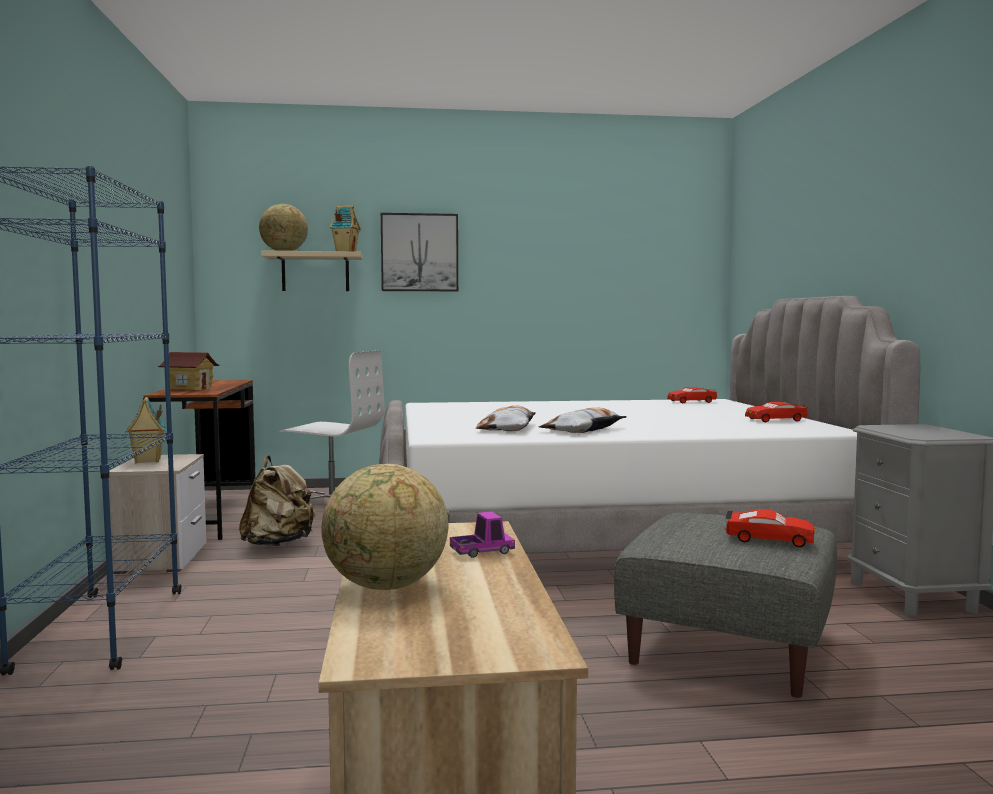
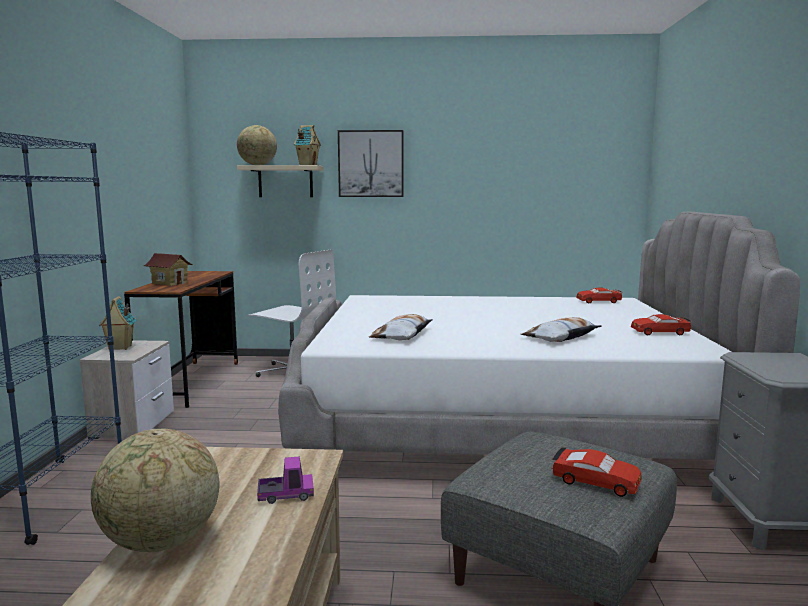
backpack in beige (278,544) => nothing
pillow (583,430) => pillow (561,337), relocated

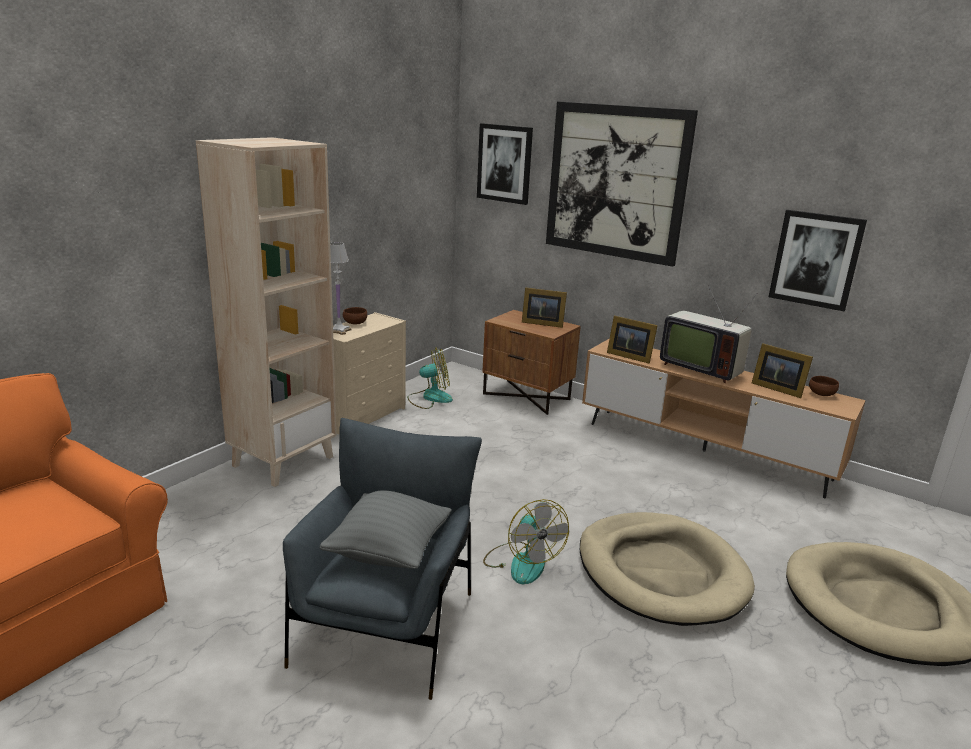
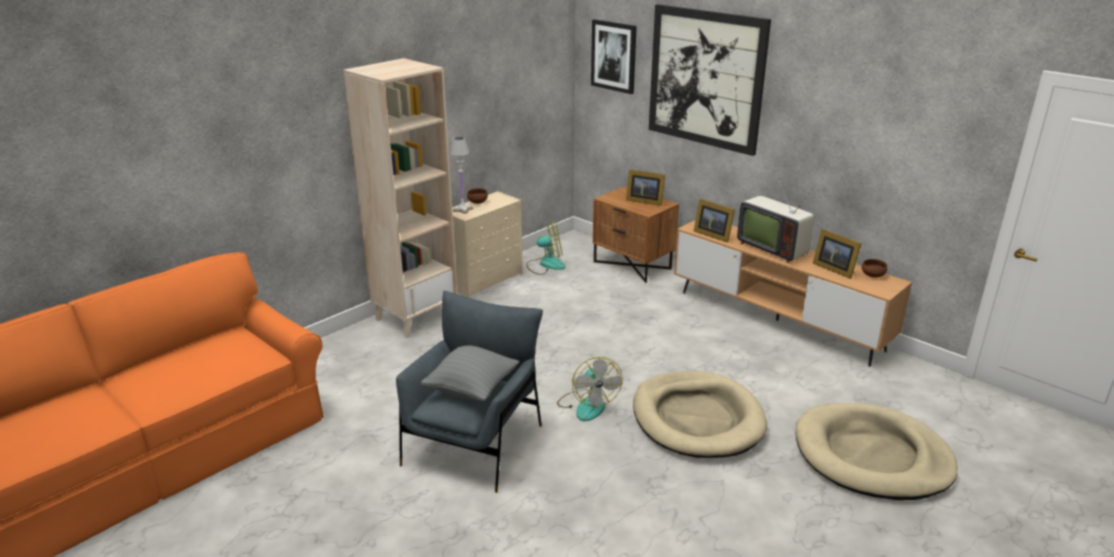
picture (816,259) => nothing

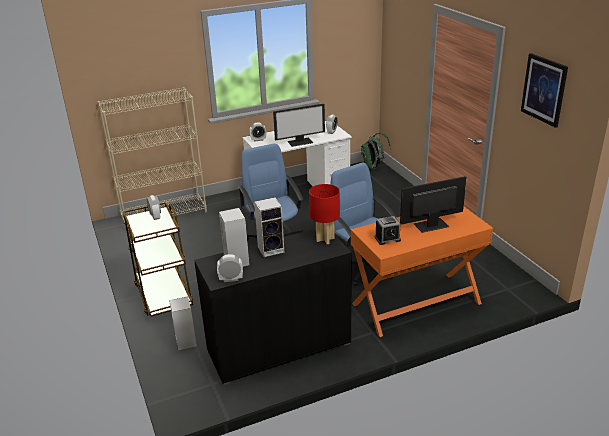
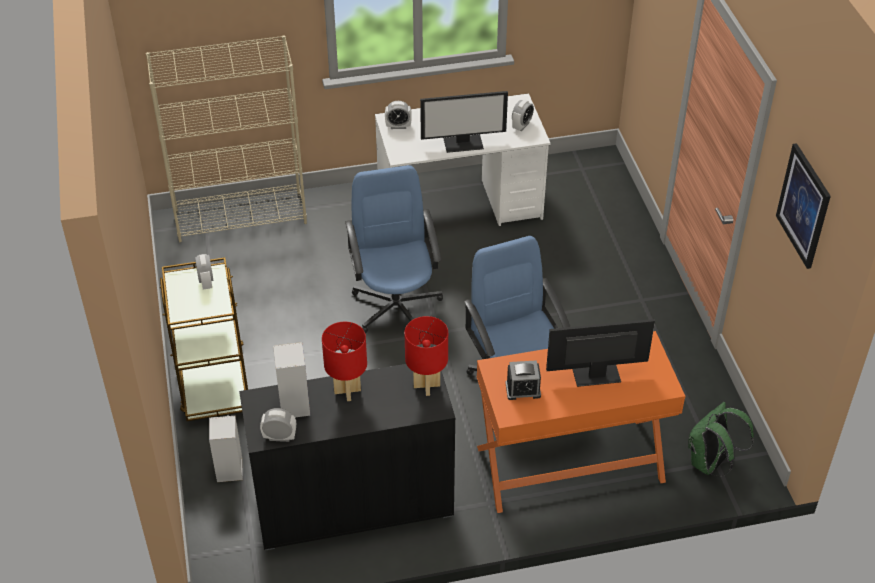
backpack in green (373,167) => backpack in green (710,463), relocated
speaker (271,249) => table lamp in red (348,391)

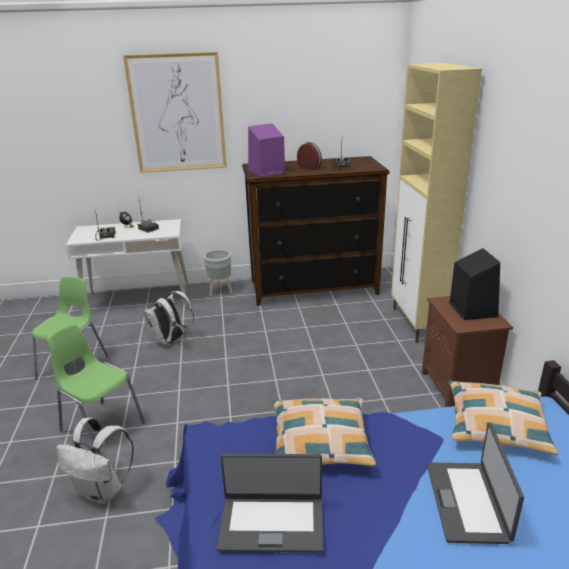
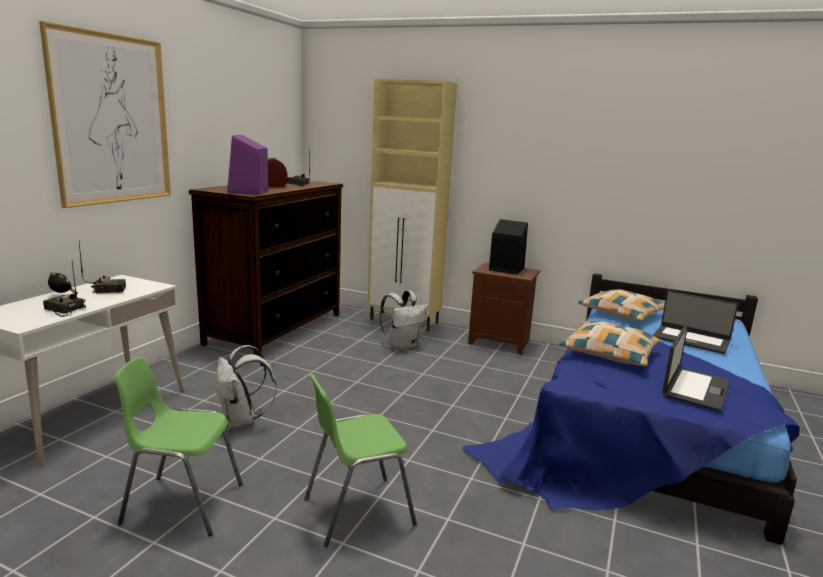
planter in grey (220,291) => nothing
backpack in white (103,491) => backpack in white (402,345), relocated
chair in green (74,367) => chair in green (182,504), 45 degrees counterclockwise

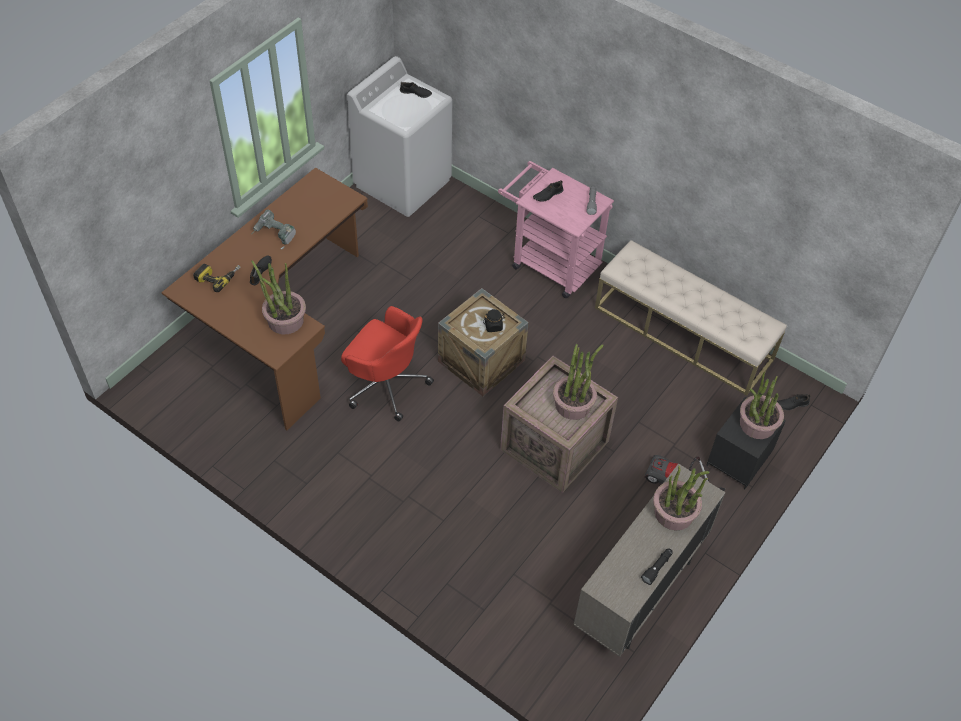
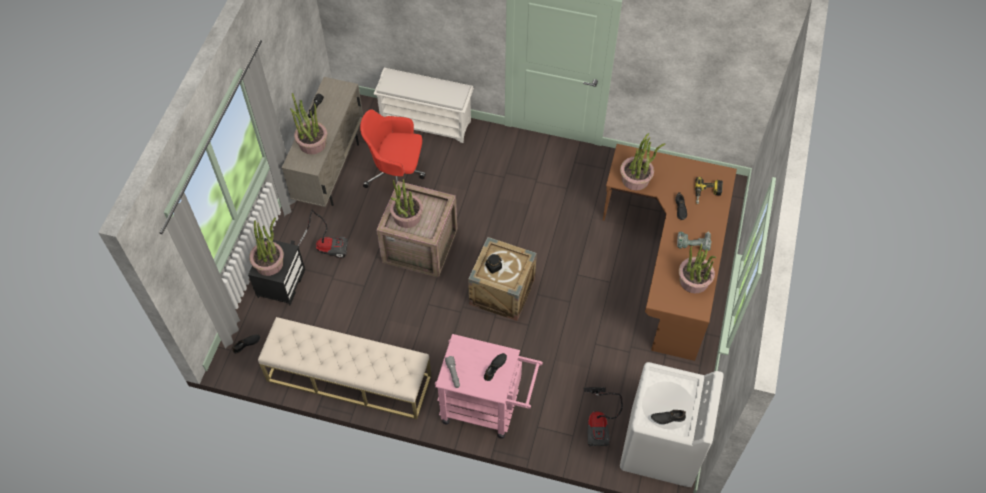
nothing => shoe rack in white (427,122)
nothing => vacuum cleaner (599,423)
nothing => potted plant (694,281)
office chair in red (386,384) => office chair in red (396,174), relocated

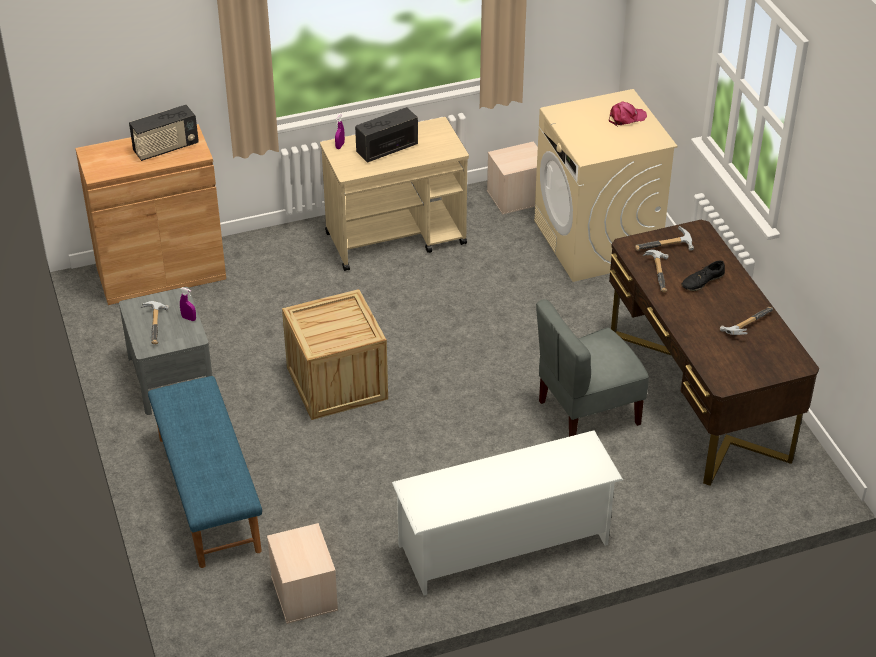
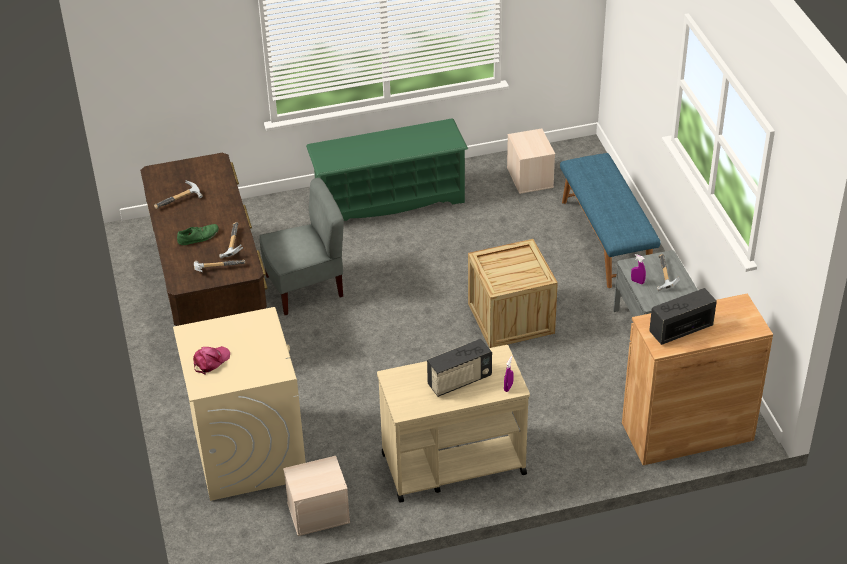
shoe rack in white (504,545) => shoe rack in green (389,200)
shoe in black (702,281) => shoe in green (198,237)
cap in pink (626,118) => cap in pink (211,361), 150 degrees clockwise

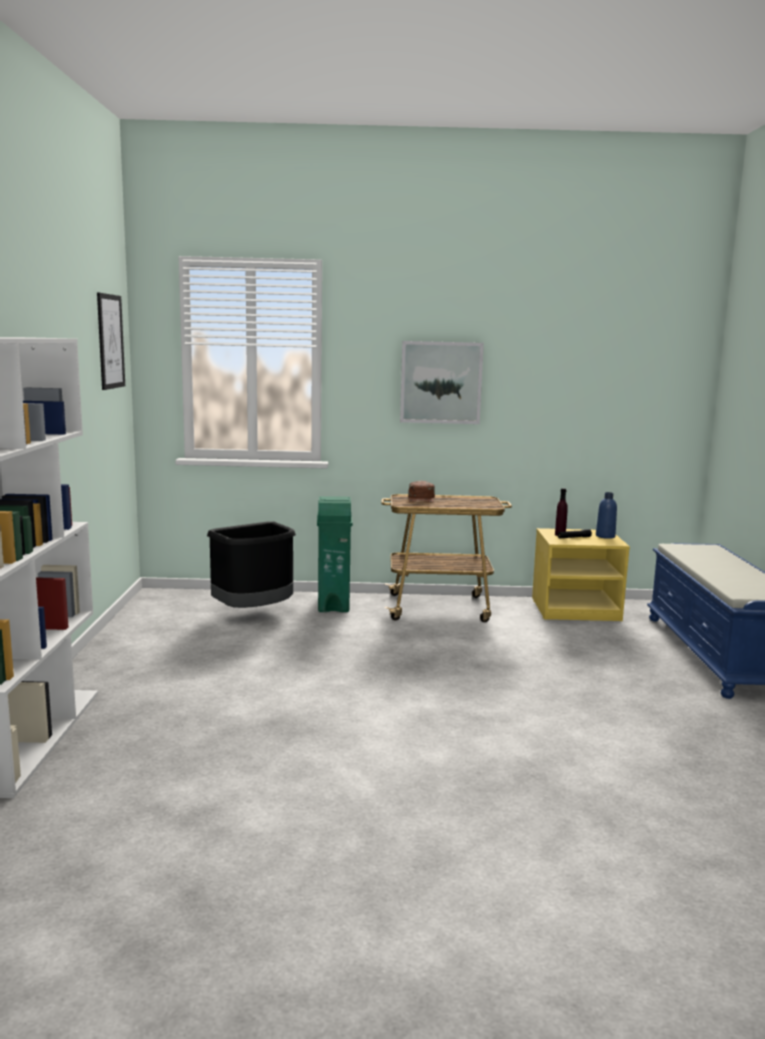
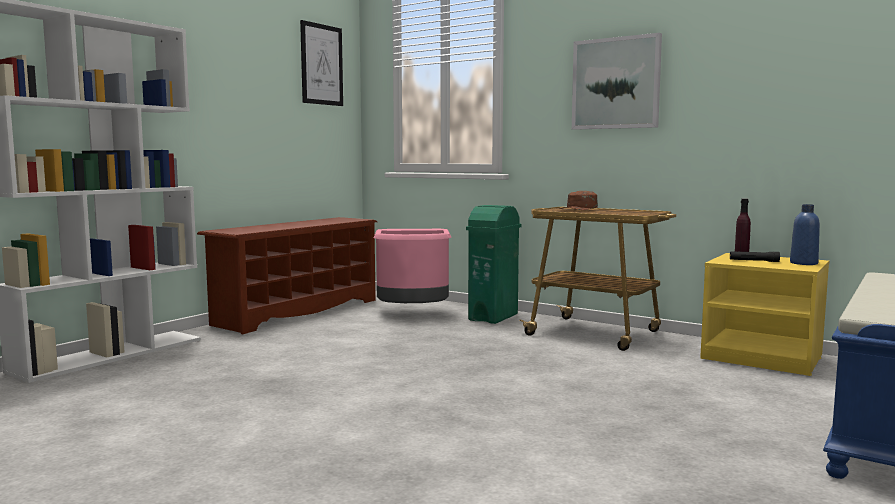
nothing => shoe rack in brown (297,312)
trash can in black (254,613) => trash can in pink (413,313)

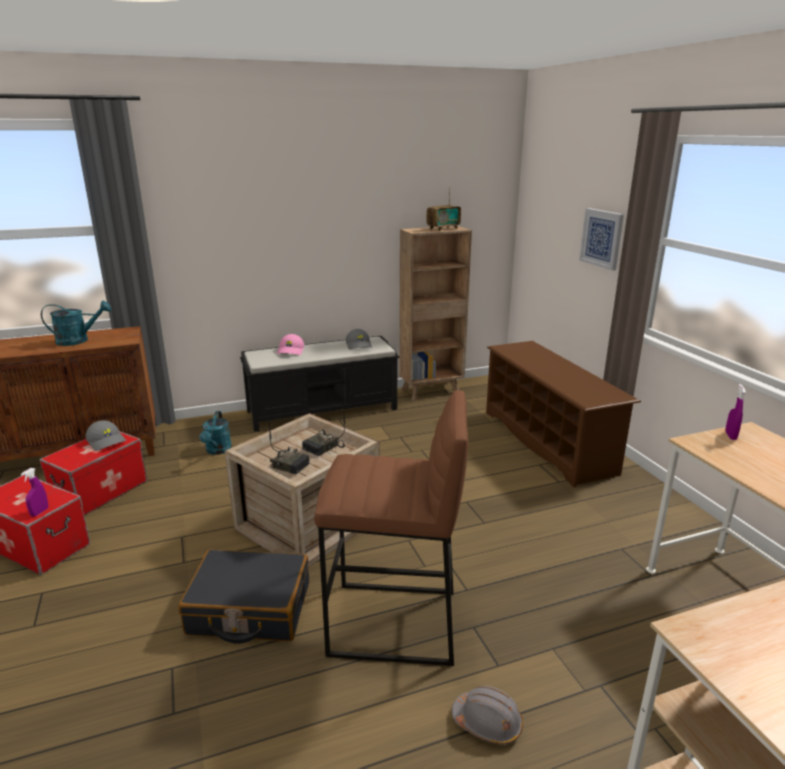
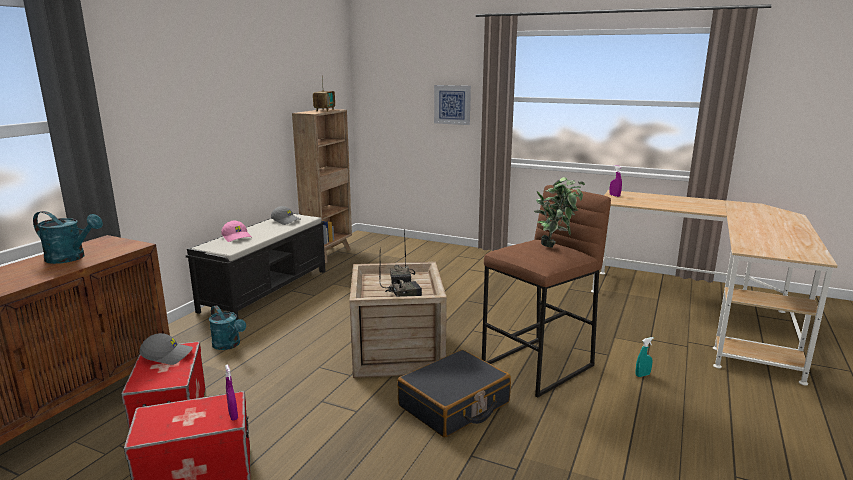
shoe rack in brown (547,441) => nothing
nothing => potted plant (556,246)
hard hat in grey (487,722) => spray bottle in turquoise (642,375)
watering can in turquoise (78,340) => watering can in turquoise (71,258), 75 degrees clockwise

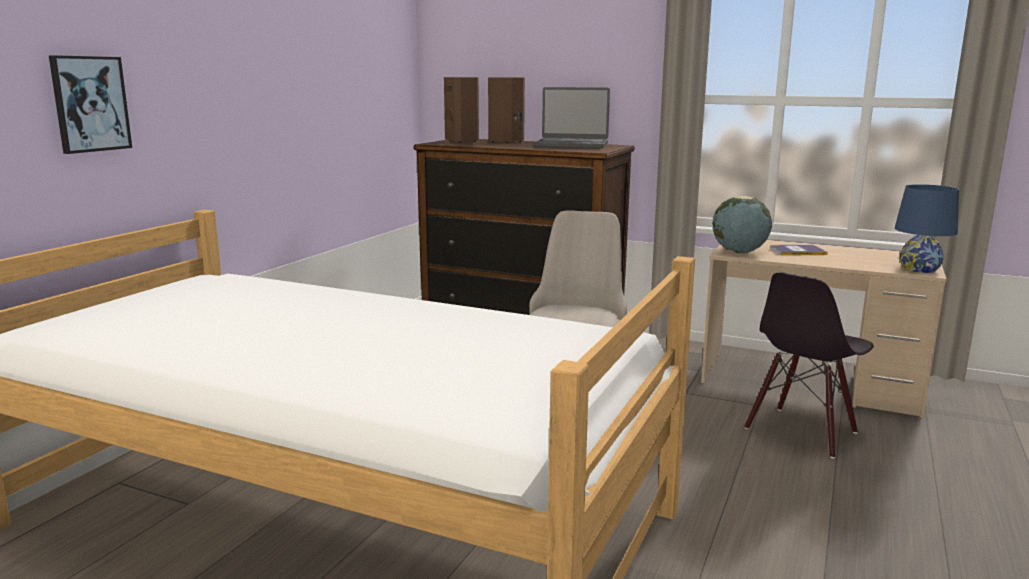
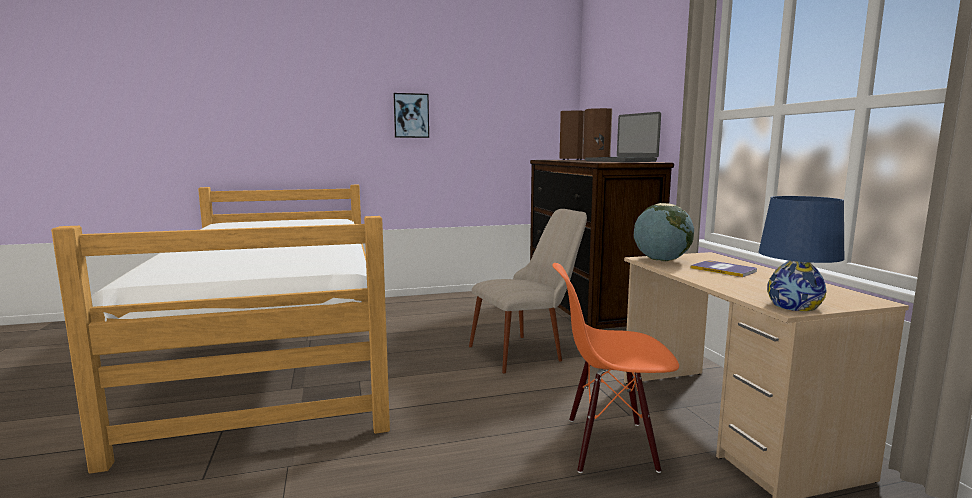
picture (90,104) => picture (411,115), relocated
chair in black (802,431) => chair in orange (609,445)

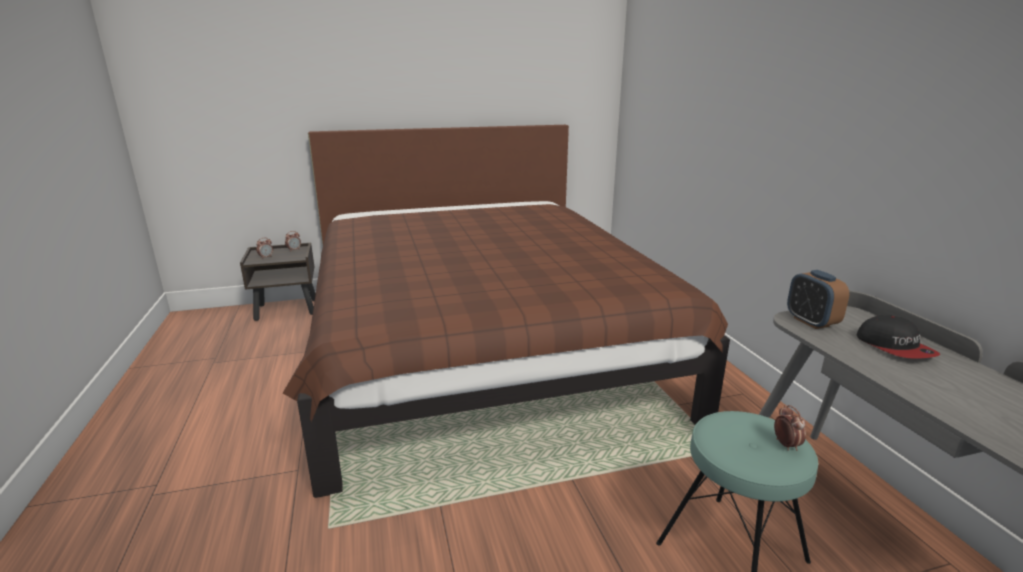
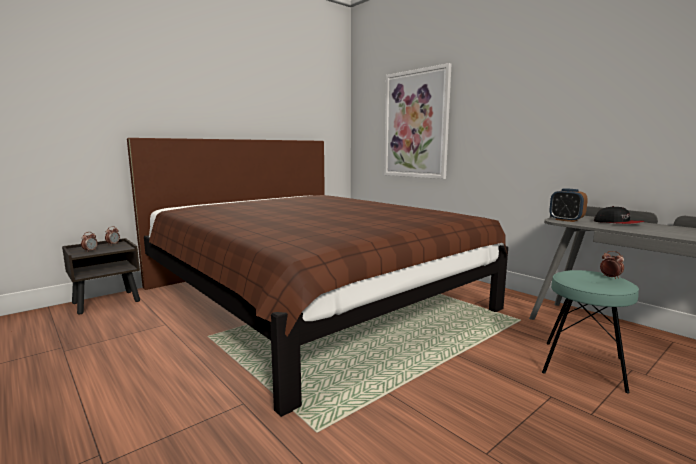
nothing => picture (416,124)

